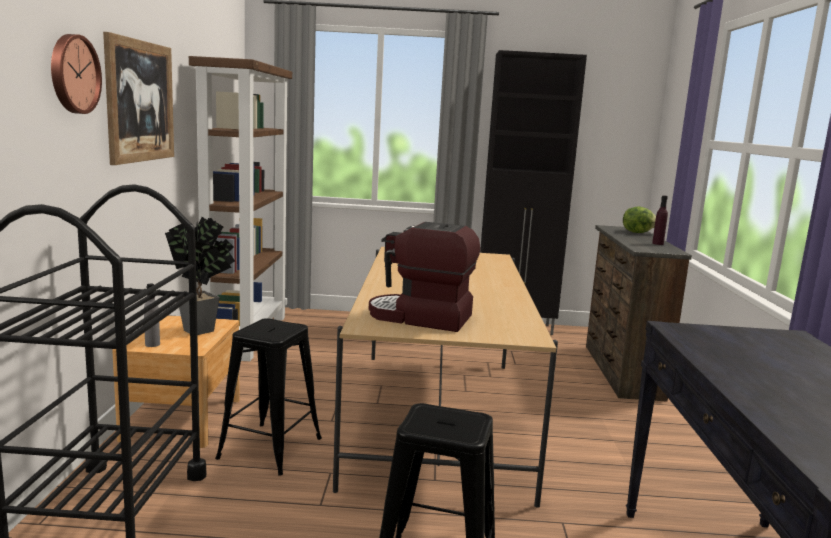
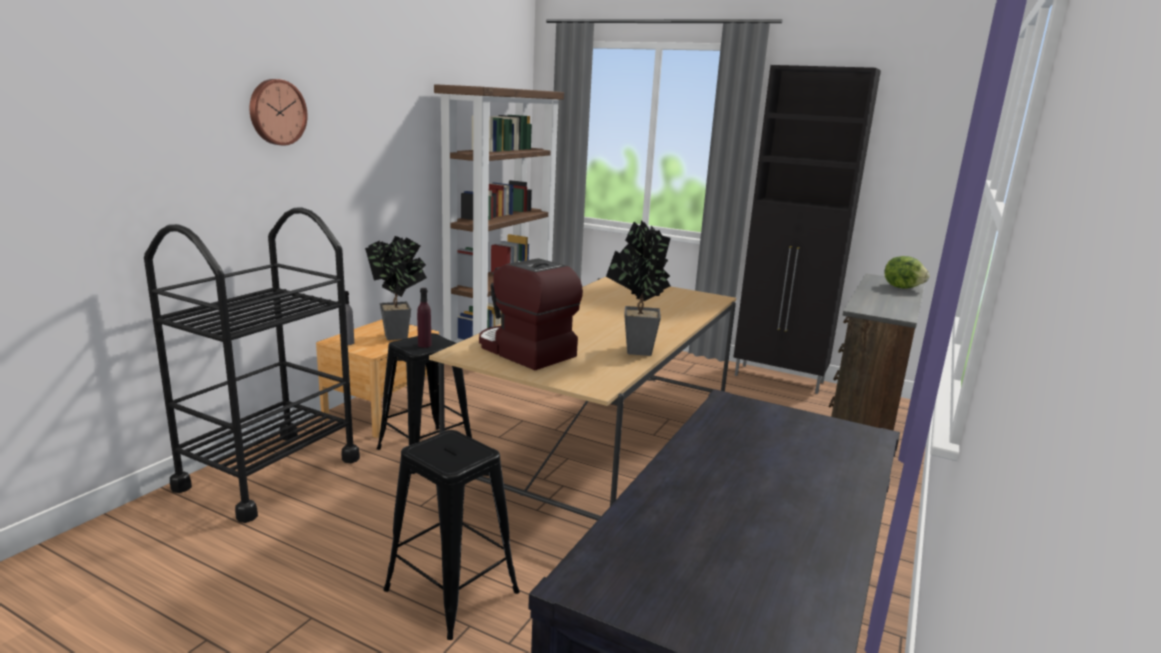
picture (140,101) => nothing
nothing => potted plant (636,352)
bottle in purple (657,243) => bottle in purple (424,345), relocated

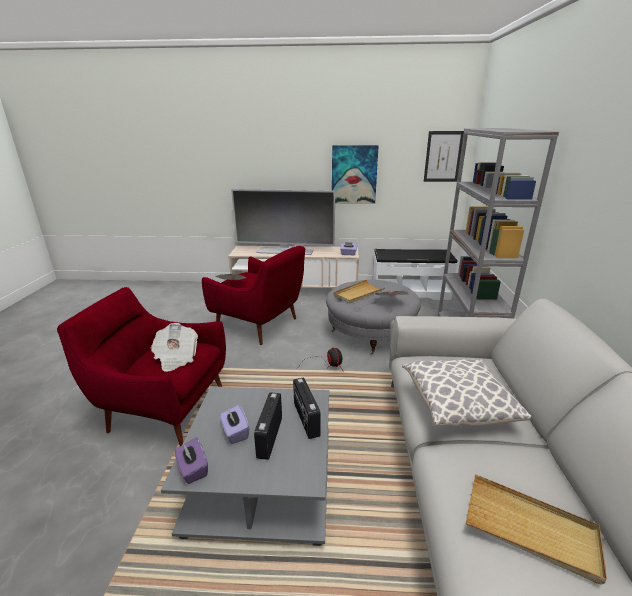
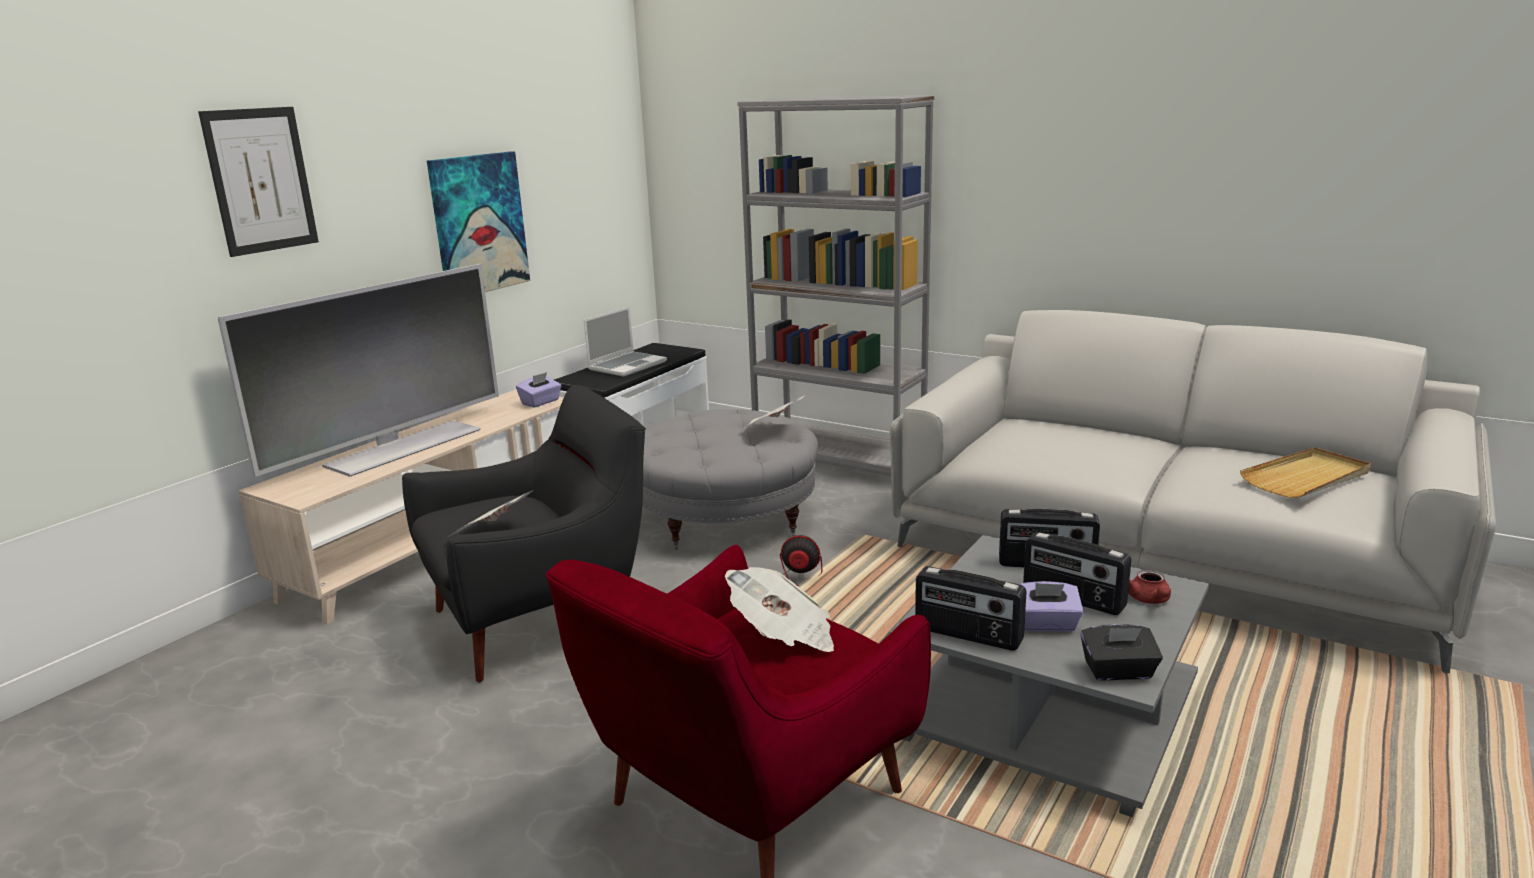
tray in beige (358,293) => nothing
pillow (457,404) => nothing
nothing => laptop (627,365)
nothing => radio (968,635)
nothing => teapot in red (1149,600)
picture (443,157) => picture (261,180), relocated
tissue box in purple (193,469) => tissue box in black (1118,671)
armchair in red (260,325) => armchair in black (541,619)

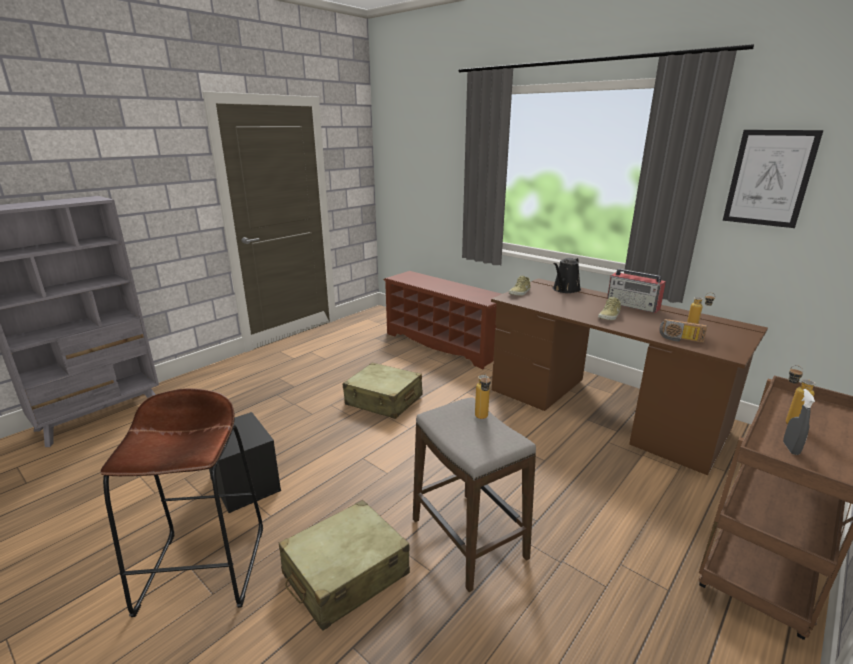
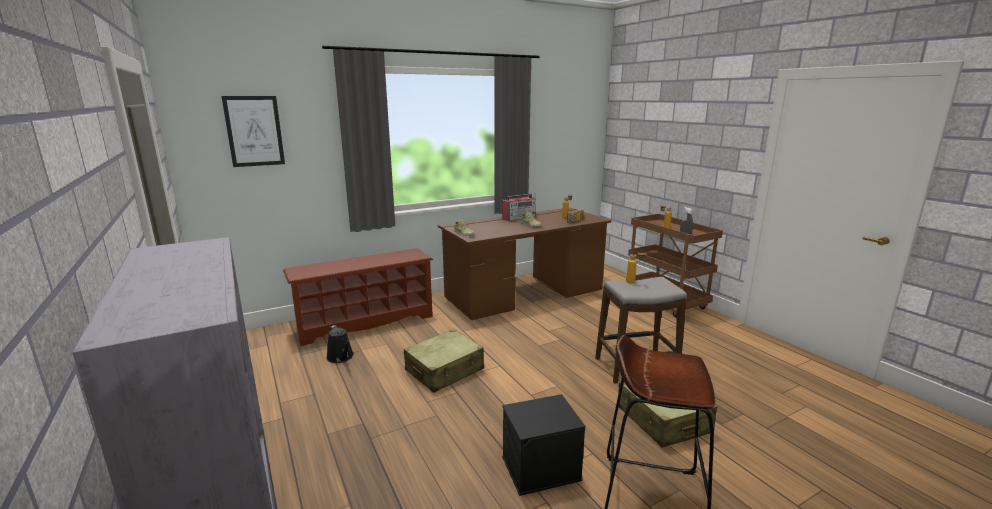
watering can in black (565,290) => watering can in black (341,357), relocated
picture (769,178) => picture (254,131), relocated

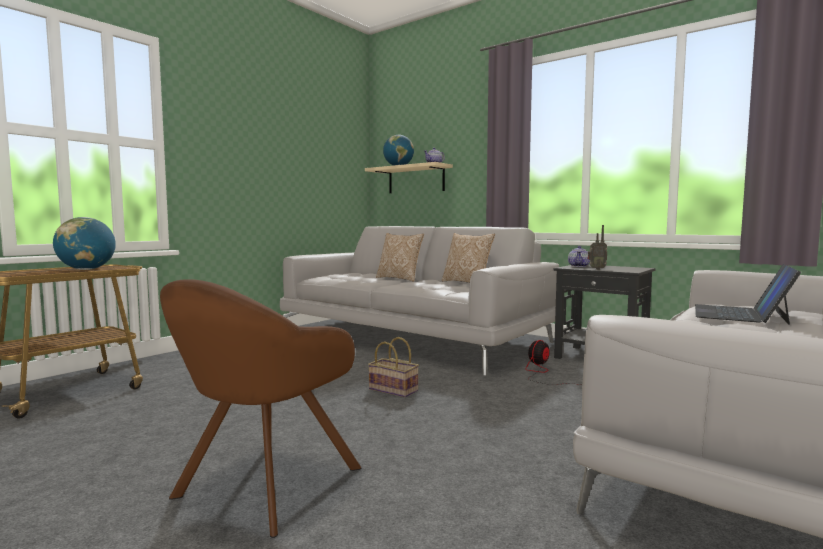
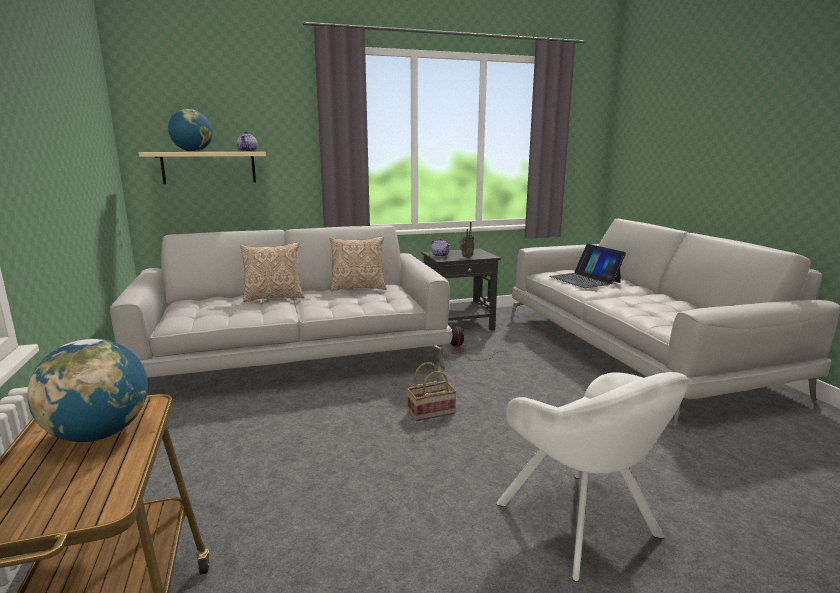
armchair in brown (263,486) => armchair in white (582,525)

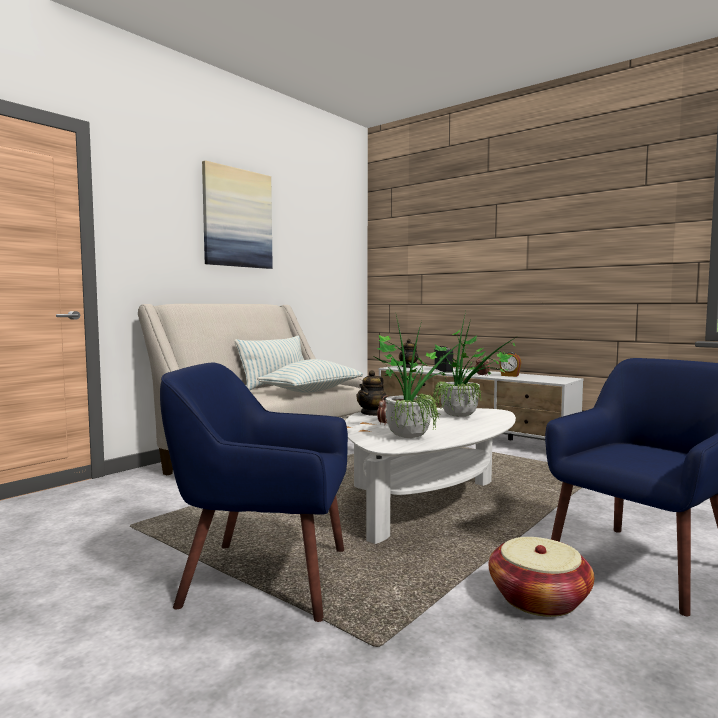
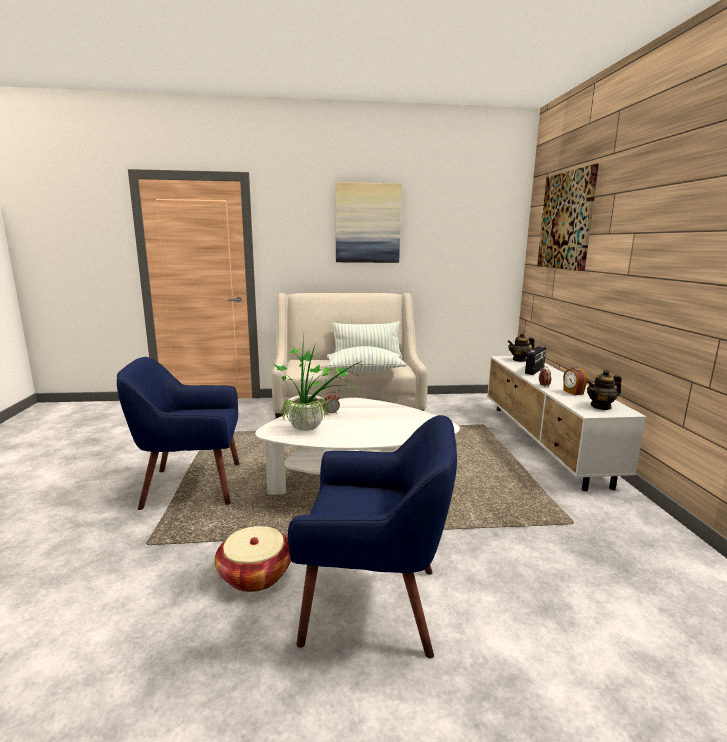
potted plant (466,417) => nothing
nothing => picture (566,221)
teapot (372,413) => teapot (601,406), relocated
armchair in blue (264,577) => armchair in blue (191,485), 60 degrees counterclockwise

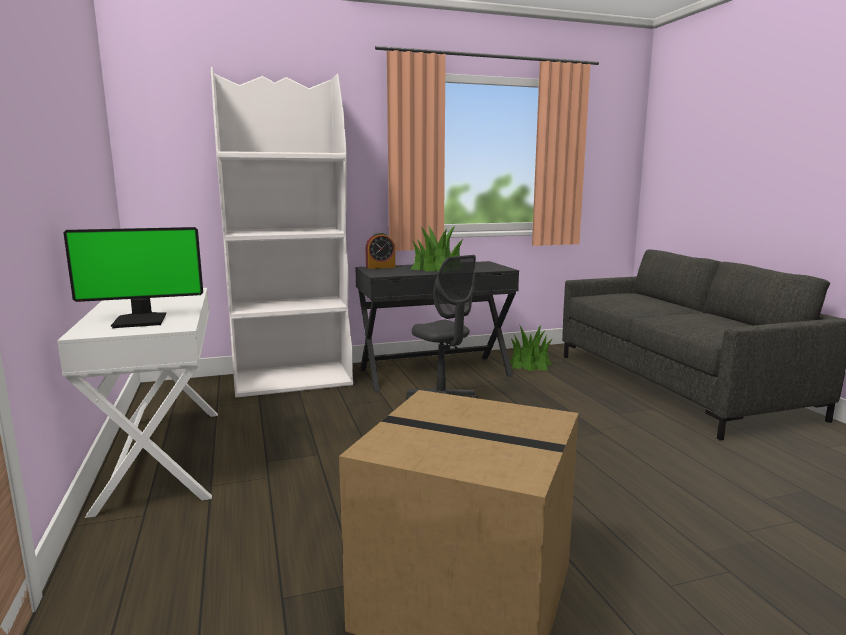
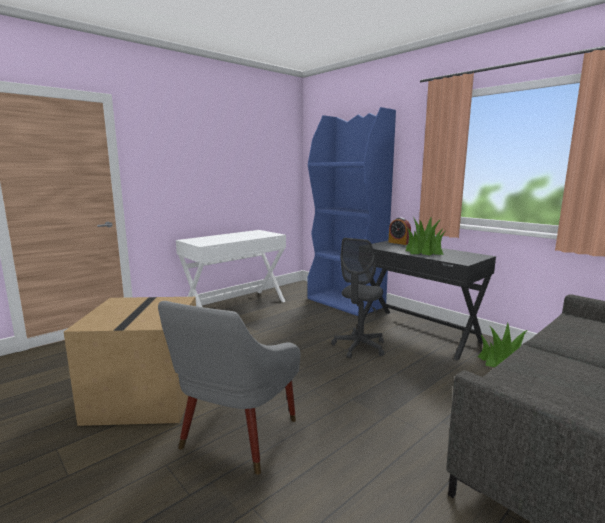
monitor (141,321) => nothing
nothing => armchair in grey (235,439)
bookcase in white (293,380) => bookcase in blue (346,302)

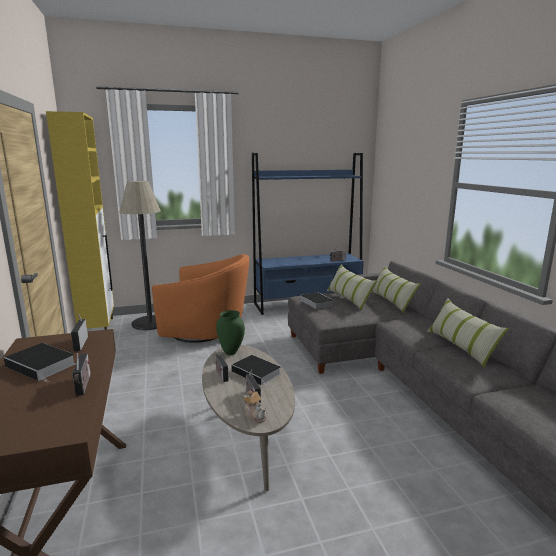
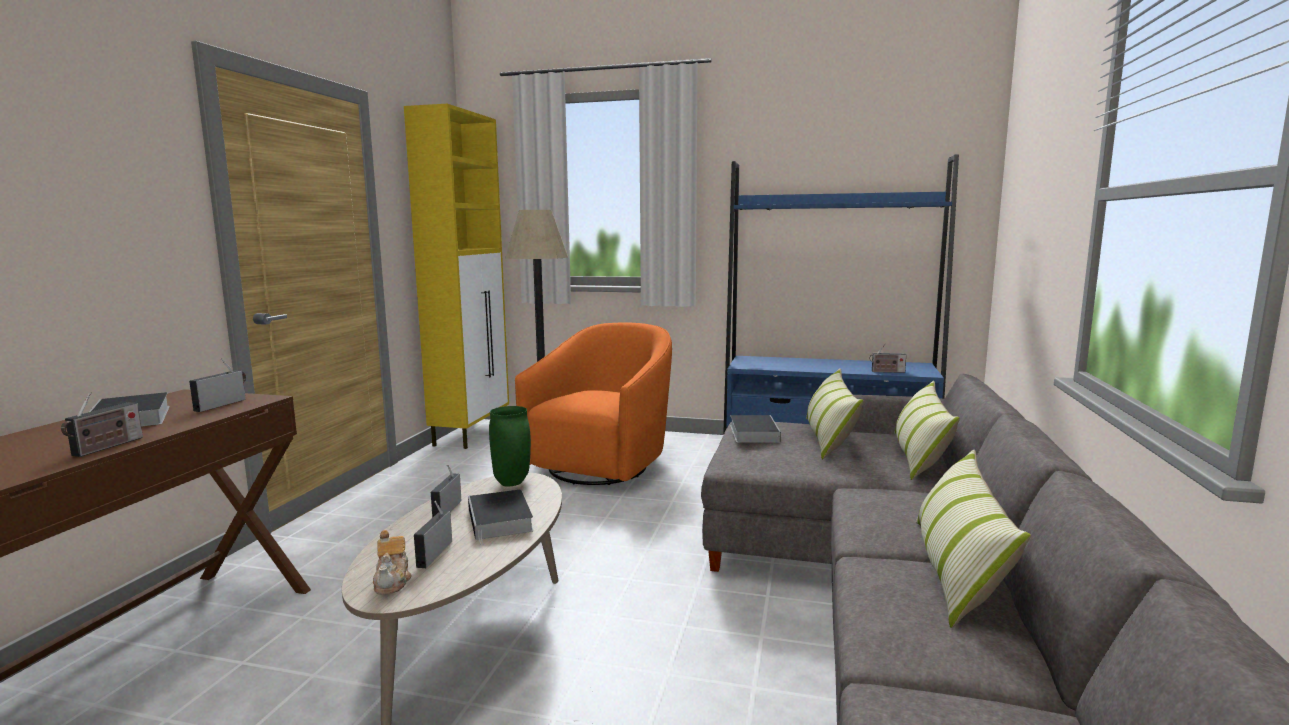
armchair in orange (205,331) => armchair in orange (604,464), 105 degrees counterclockwise

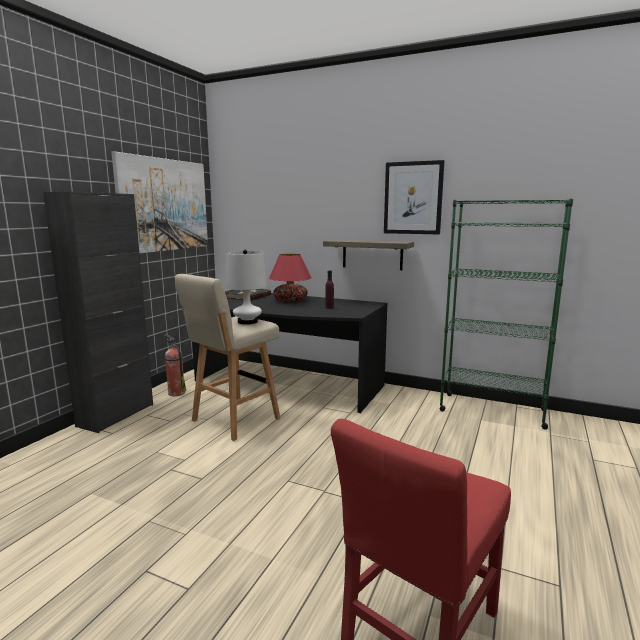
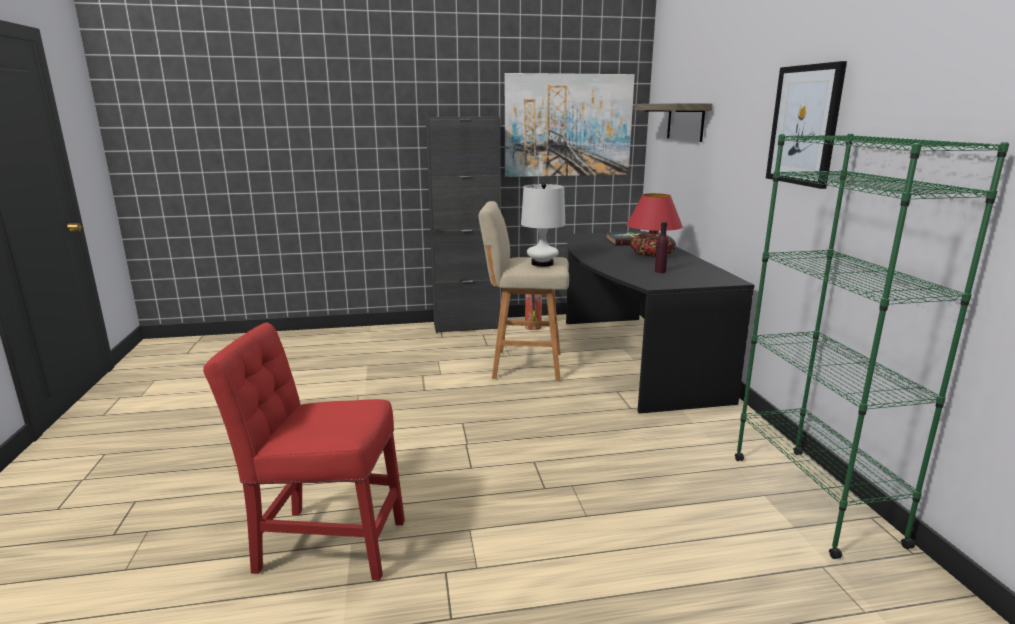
shelf (372,254) => shelf (685,122), relocated

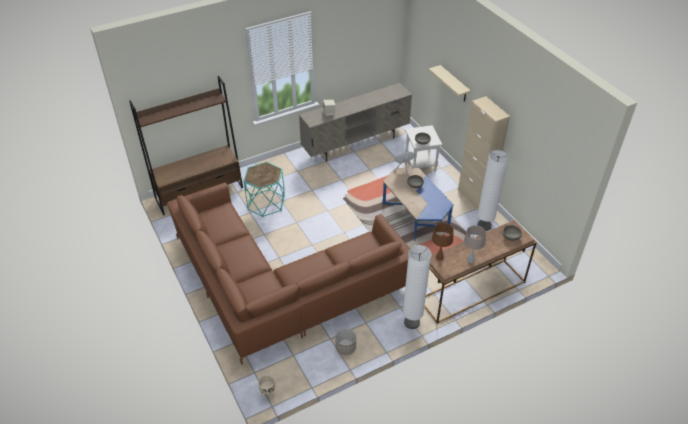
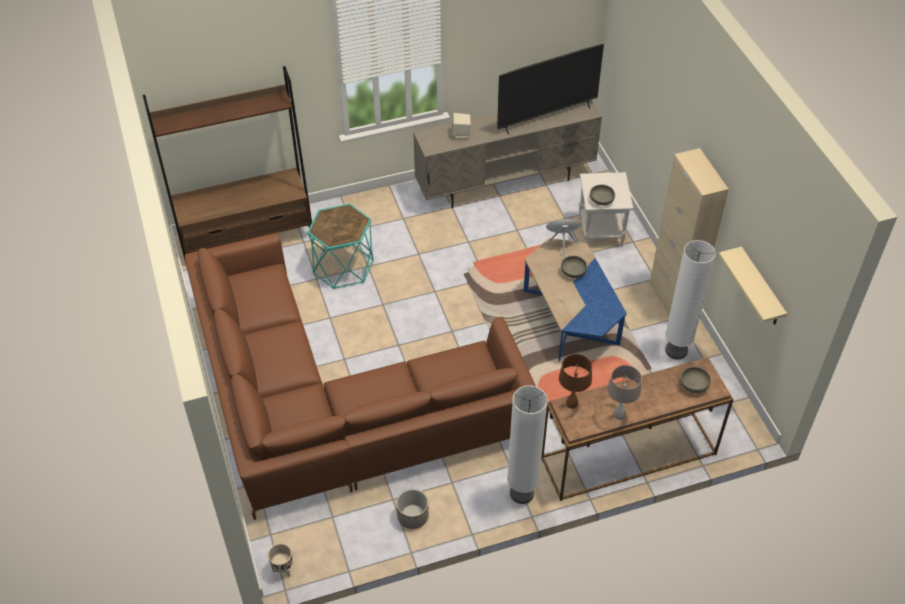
nothing => television (546,117)
shelf in beige (454,84) => shelf in beige (761,288), relocated

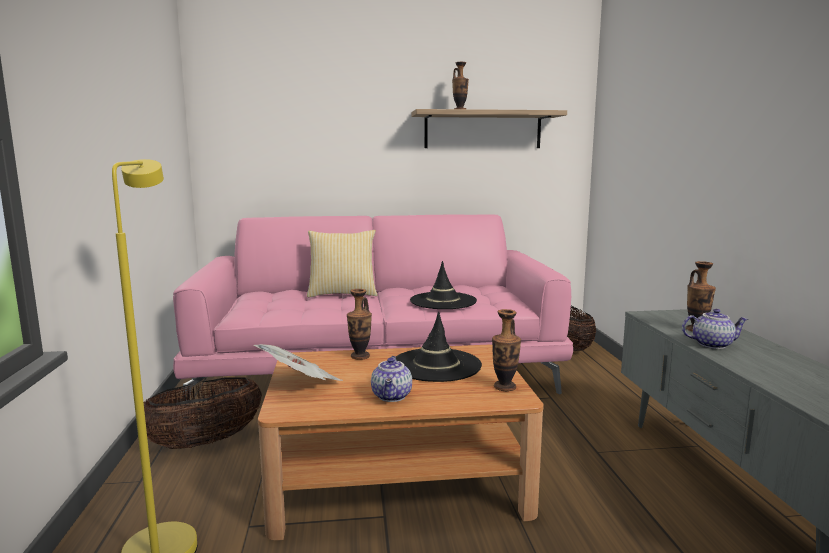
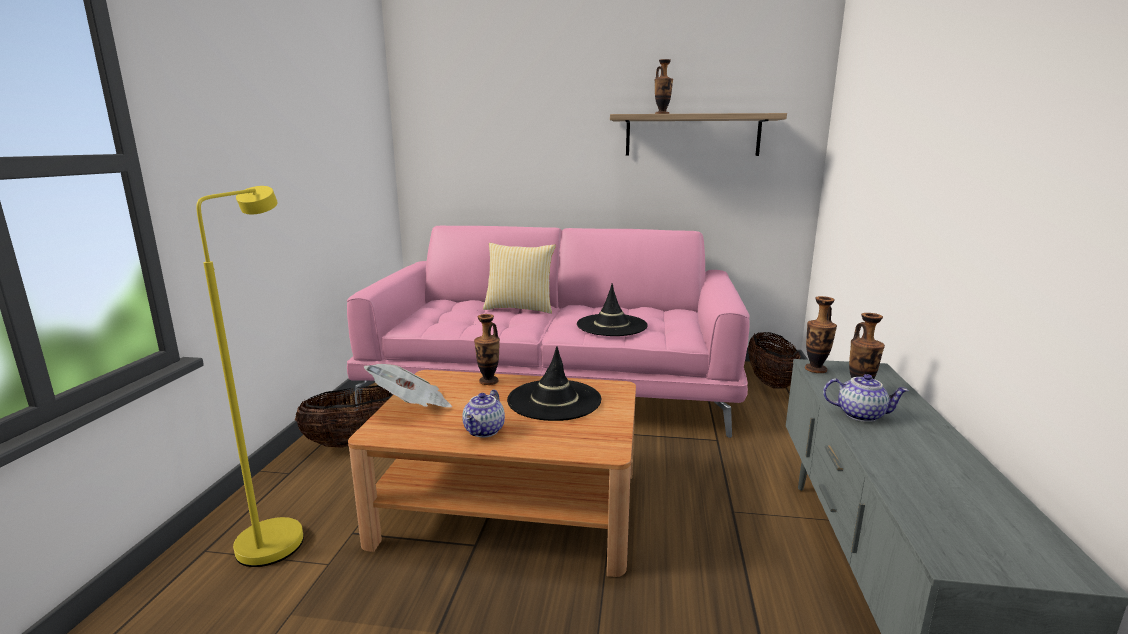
vase (504,387) => vase (815,369), relocated

